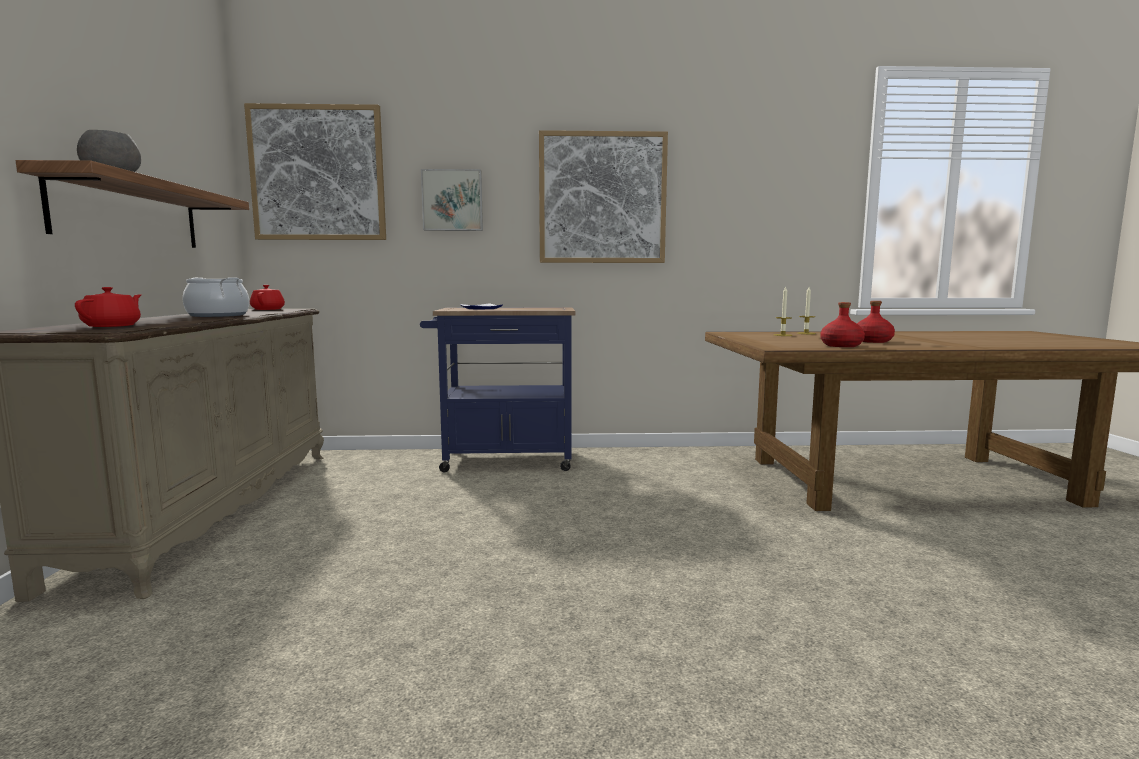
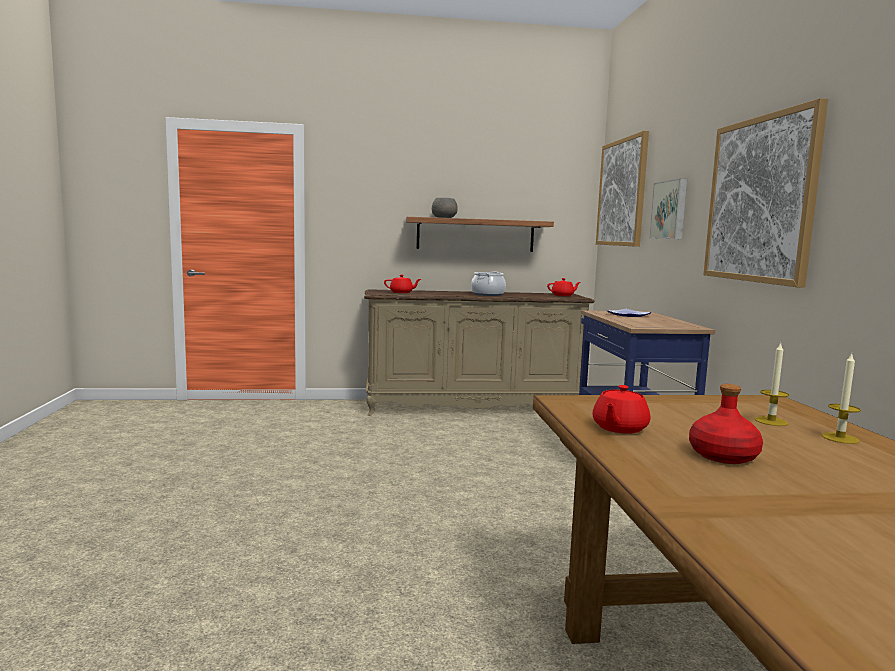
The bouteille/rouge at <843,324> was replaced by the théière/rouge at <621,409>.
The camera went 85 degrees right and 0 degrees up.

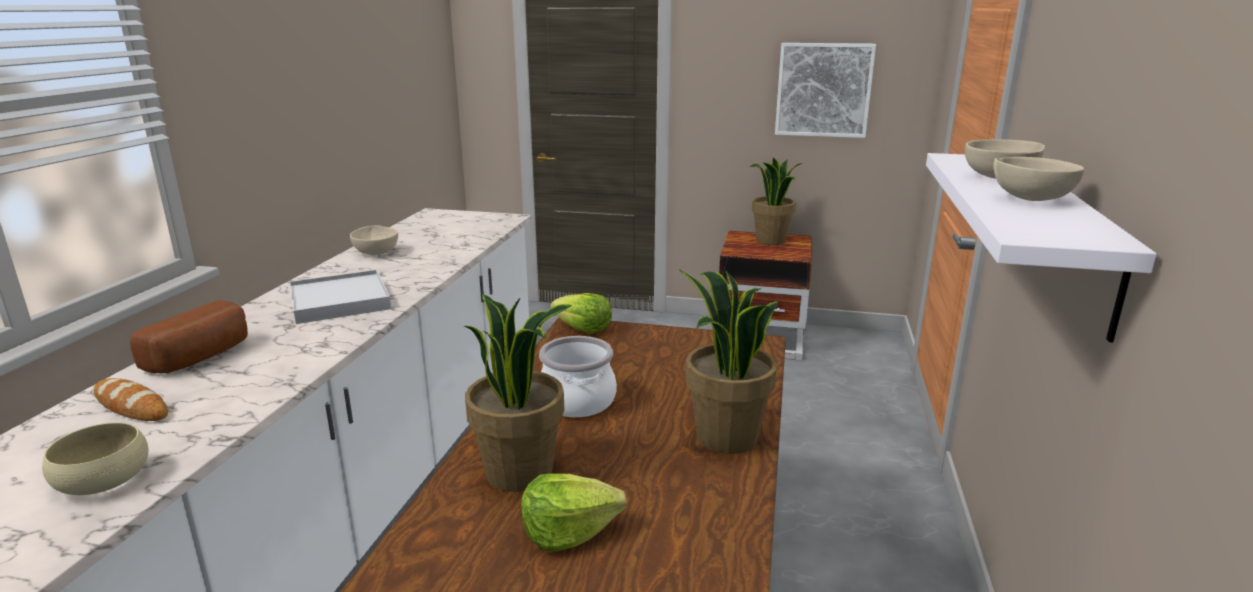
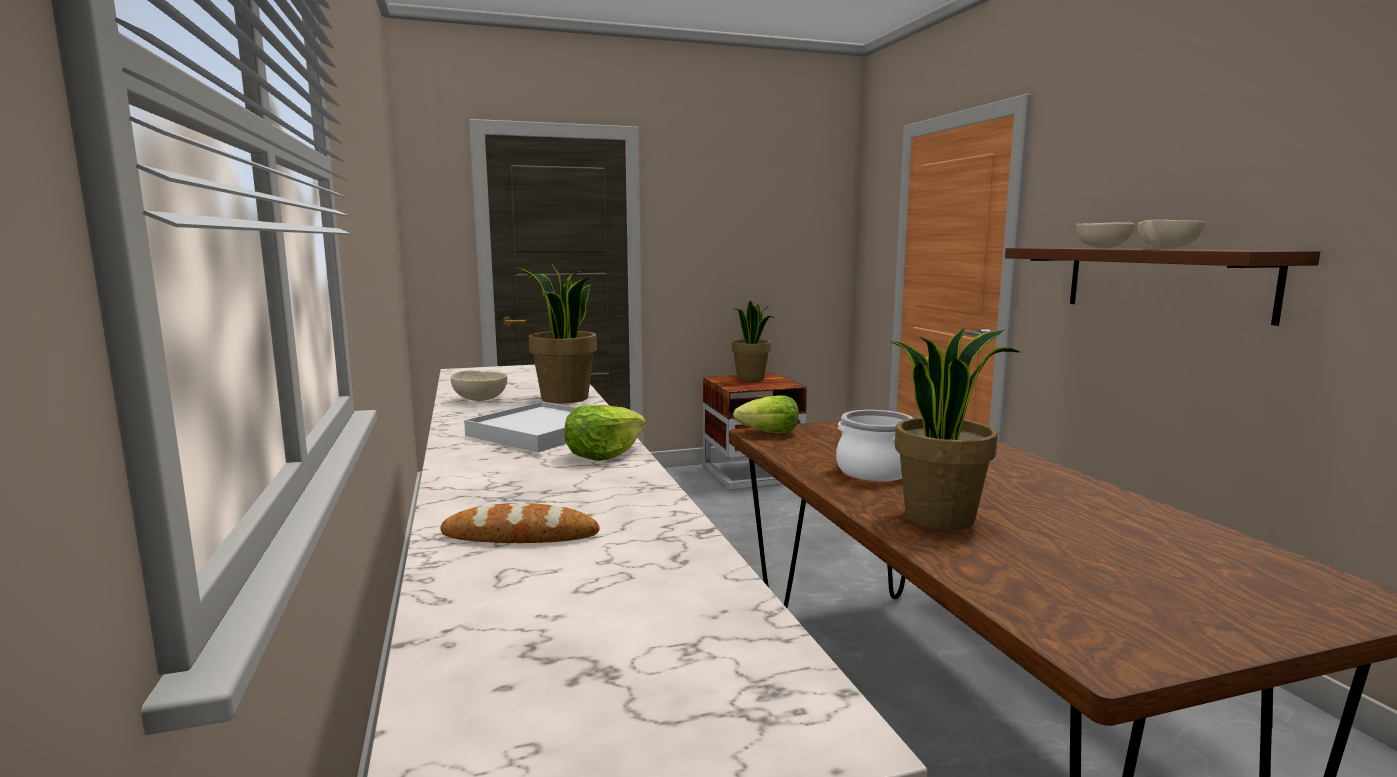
The plante en pot moved from <728,361> to <556,334>.
The laitue moved from <574,512> to <605,433>.
The étagère/blanc at <1041,248> became the étagère/marron at <1162,287>.
The bol/beige at <95,458> disappeared.
The pain at <189,337> disappeared.
The tableau at <825,90> disappeared.
The camera went 30 degrees left and 10 degrees down.

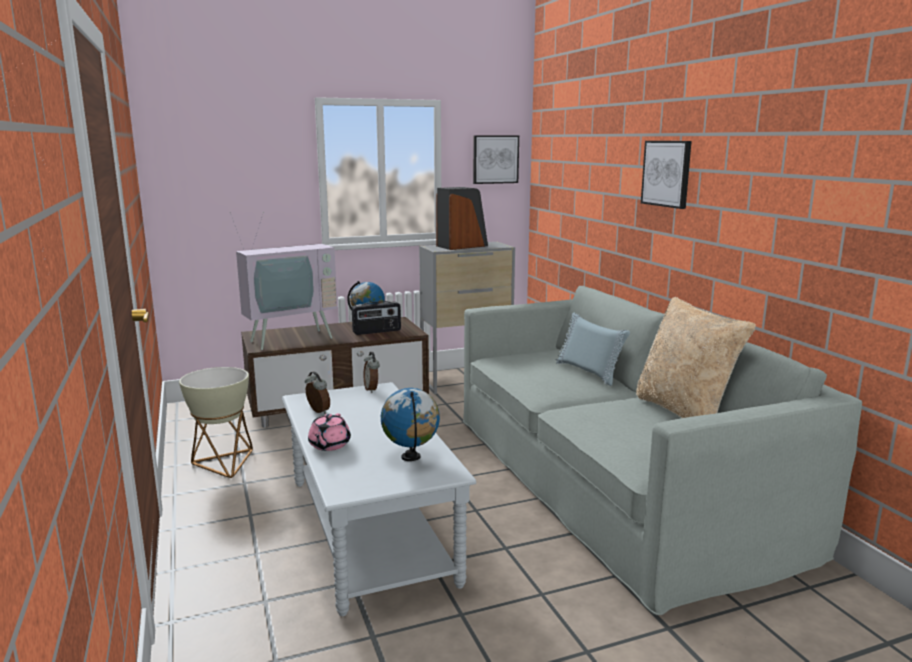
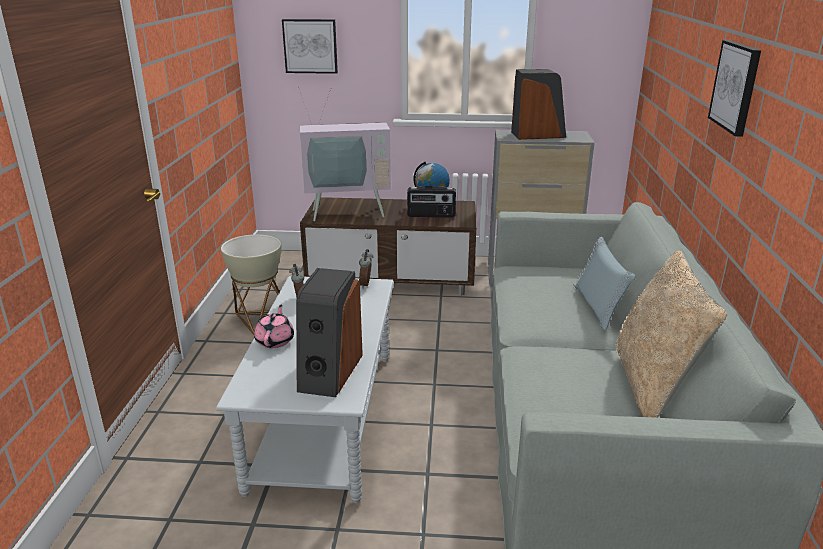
The théière/rose at <329,432> turned 150 degrees clockwise.
The tableau moved from <496,159> to <310,46>.
The globe at <410,424> was replaced by the enceinte at <329,332>.
The camera went 25 degrees right and 10 degrees up.

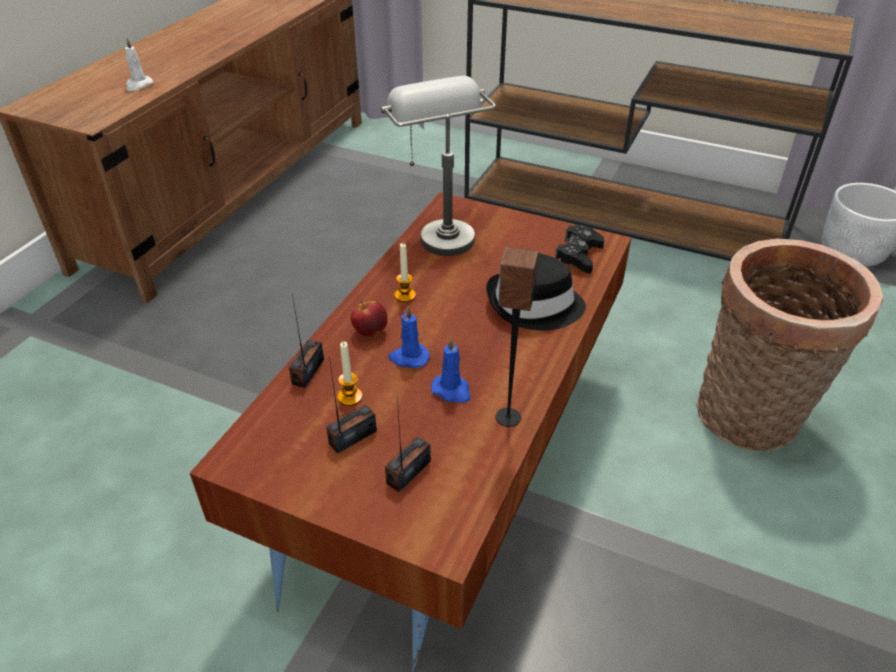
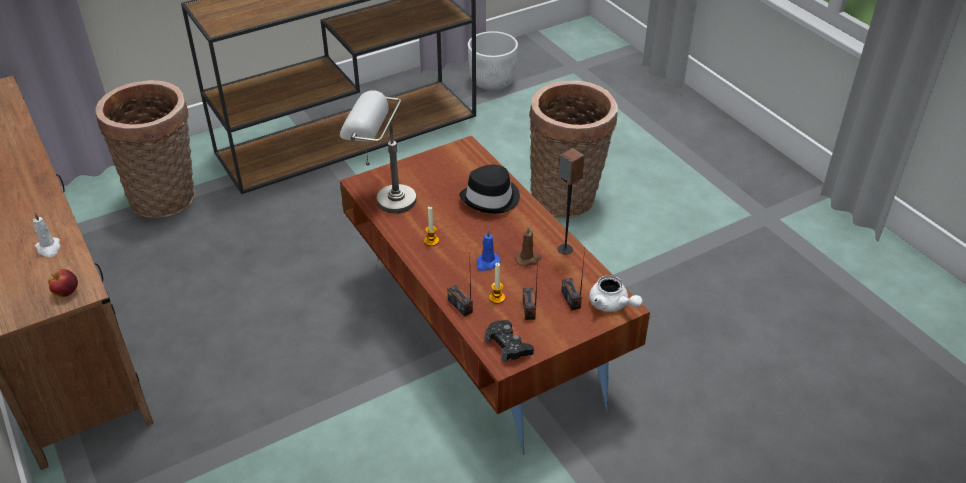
The pomme moved from <368,318> to <63,283>.
The panier at <145,149> appeared.
The manette/noir moved from <579,249> to <509,341>.
The bougie/bleu at <451,370> became the bougie/marron at <528,246>.
The théière/blanc at <616,293> appeared.
The camera went 55 degrees left and 0 degrees up.

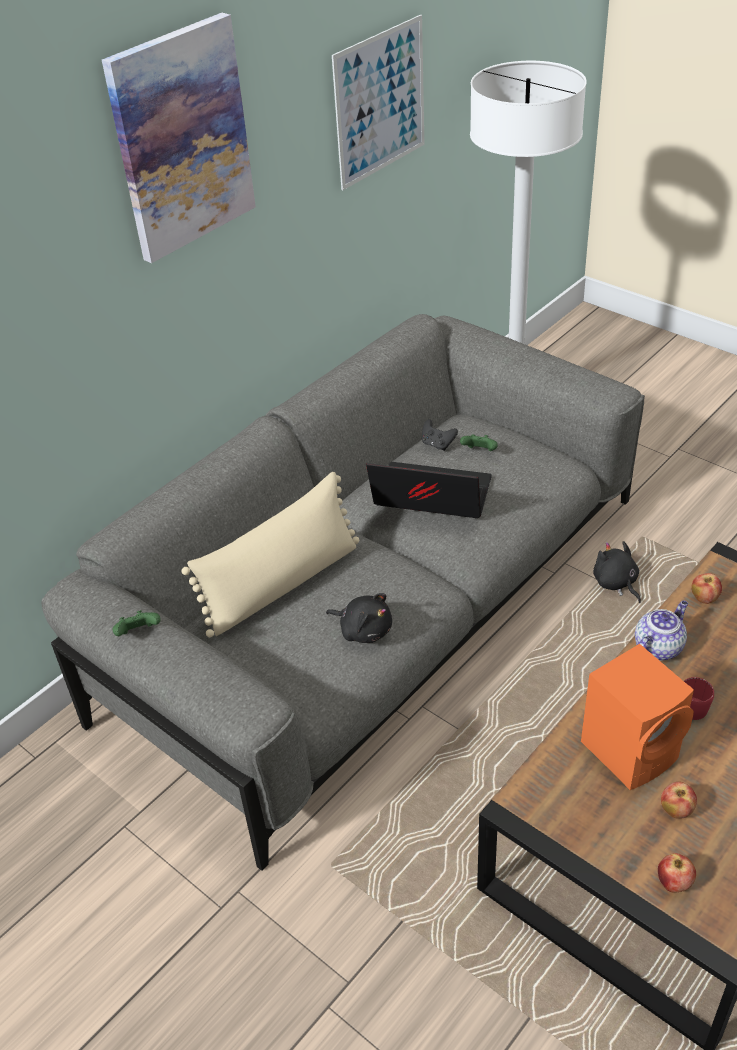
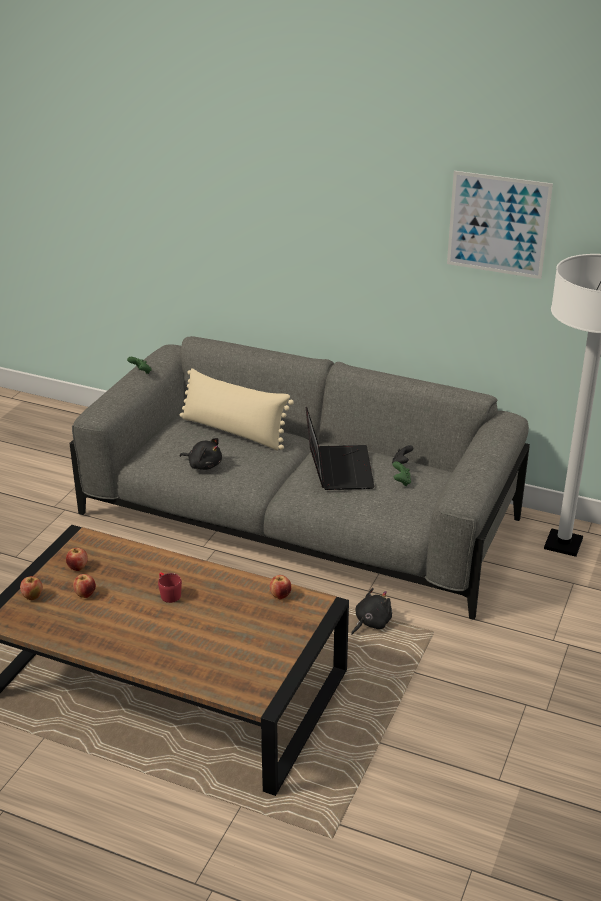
The pomme at <77,559> appeared.
The peluche/noir at <359,618> turned 75 degrees counterclockwise.
The tableau at <179,138> disappeared.
The enceinte/orange at <637,717> disappeared.
The théière at <661,631> disappeared.
The camera went 70 degrees right and 10 degrees down.

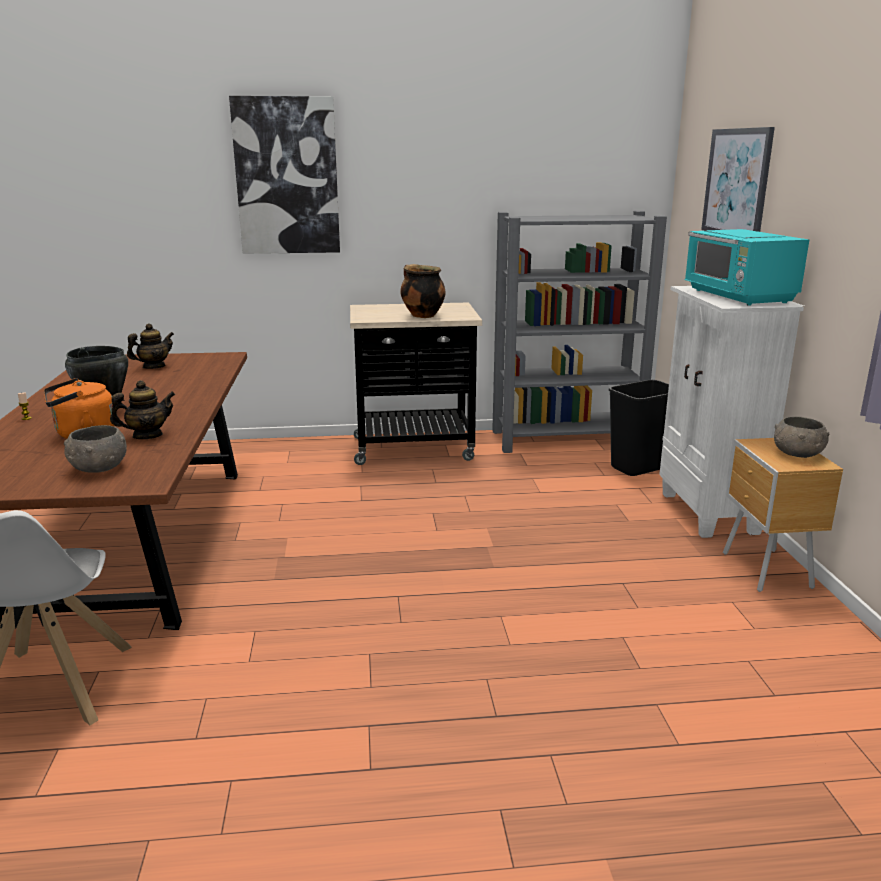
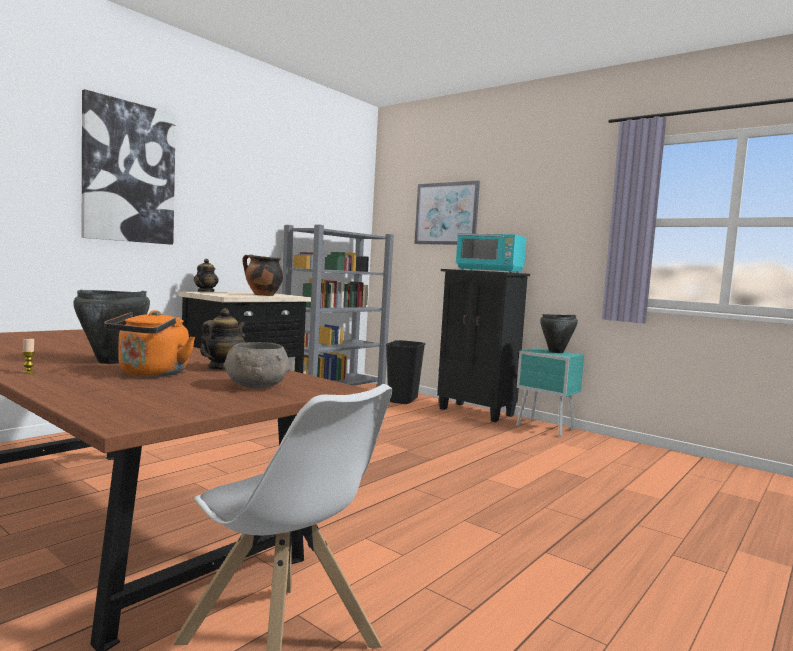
The théière moved from <150,346> to <206,275>.
The meuble de rangement/blanc at <731,412> became the meuble de rangement/noir at <483,345>.
The table de chevet/marron at <783,515> became the table de chevet/turquoise at <550,392>.
The bol/gris at <802,437> was replaced by the marmite/noir at <559,333>.
The camera went 45 degrees left and 15 degrees down.

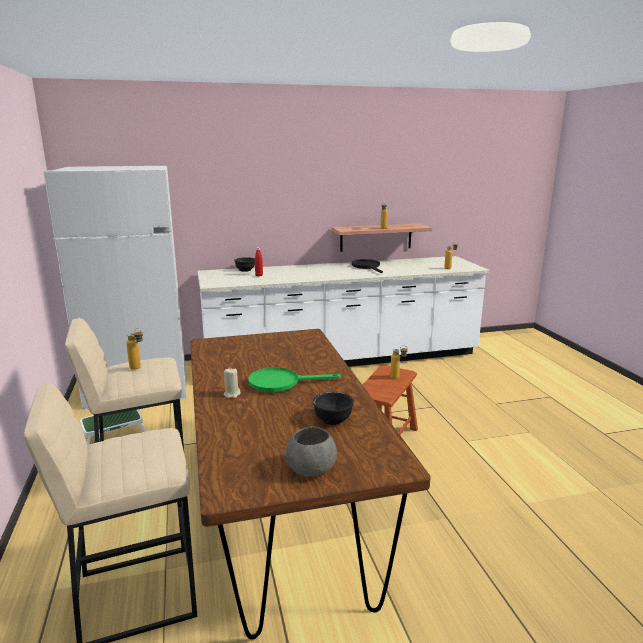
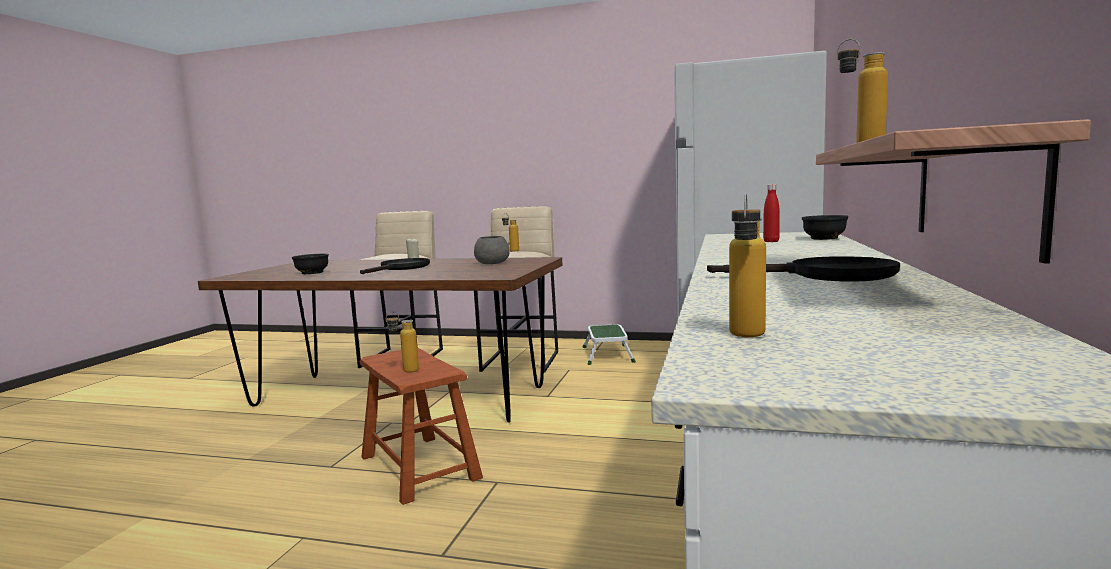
The poêle/vert at <294,380> became the poêle/noir at <395,266>.
The bol/gris moved from <311,452> to <492,250>.
The camera went 120 degrees right and 10 degrees down.

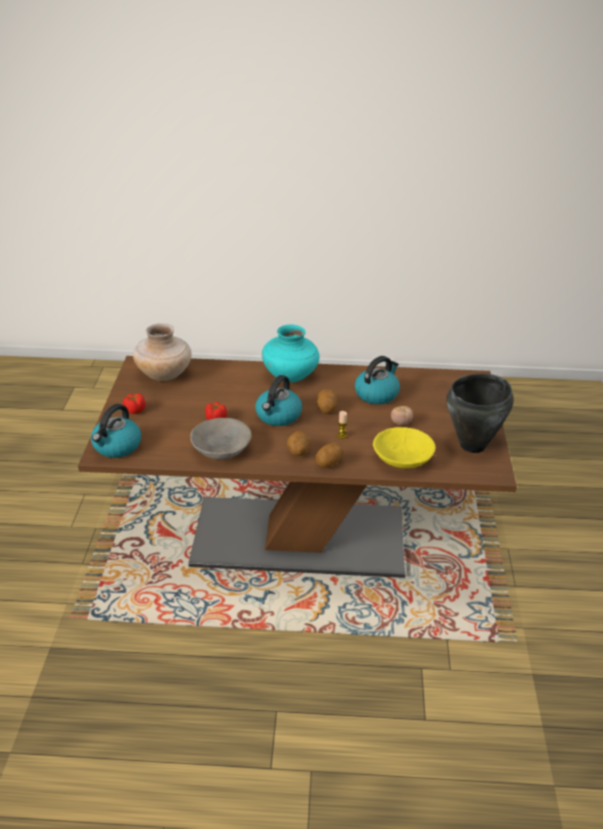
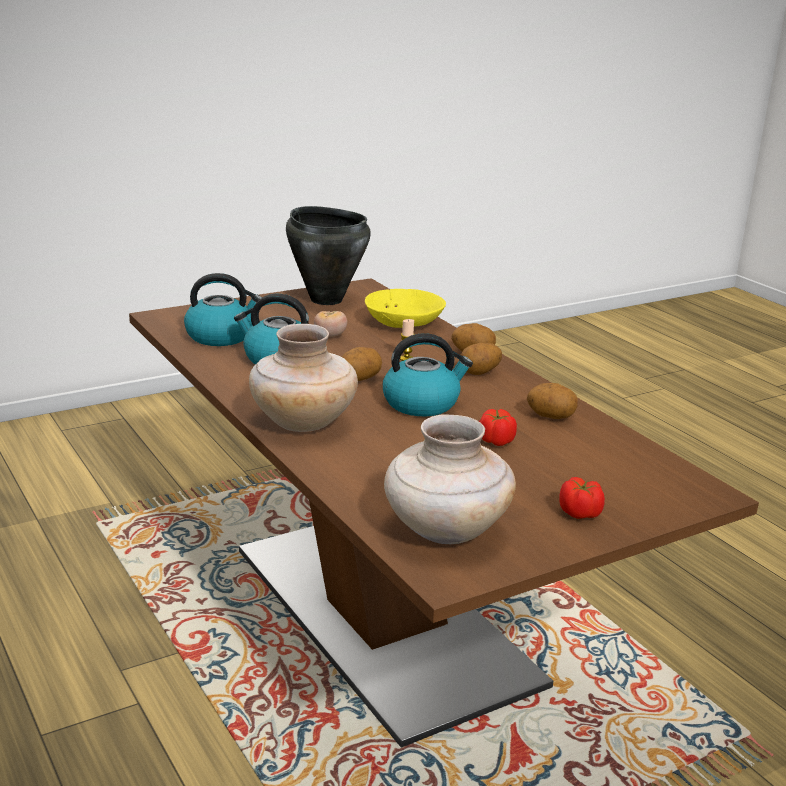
The bouilloire moved from <116,431> to <223,309>.
The vase/turquoise at <290,353> became the vase/beige at <303,378>.
The bol/gris at <220,438> was replaced by the pomme de terre at <552,401>.
The camera went 125 degrees left and 10 degrees down.

